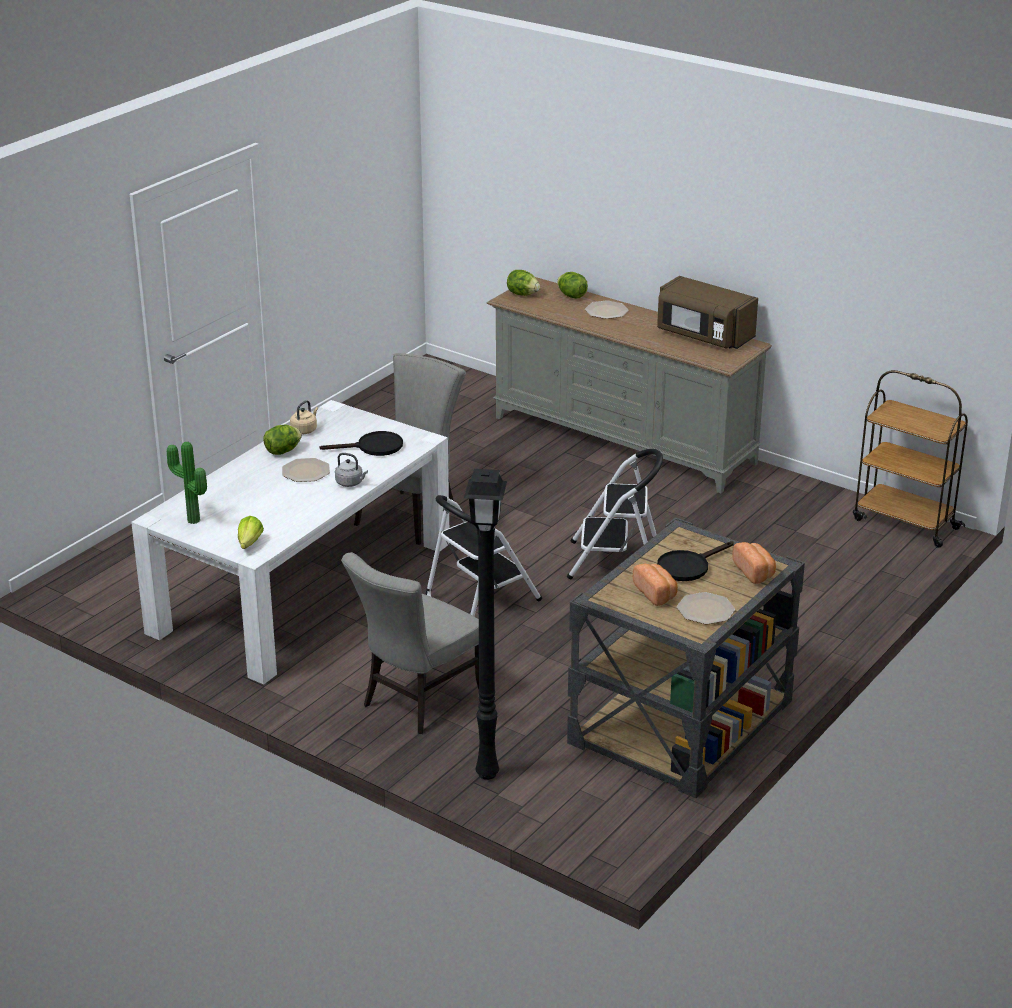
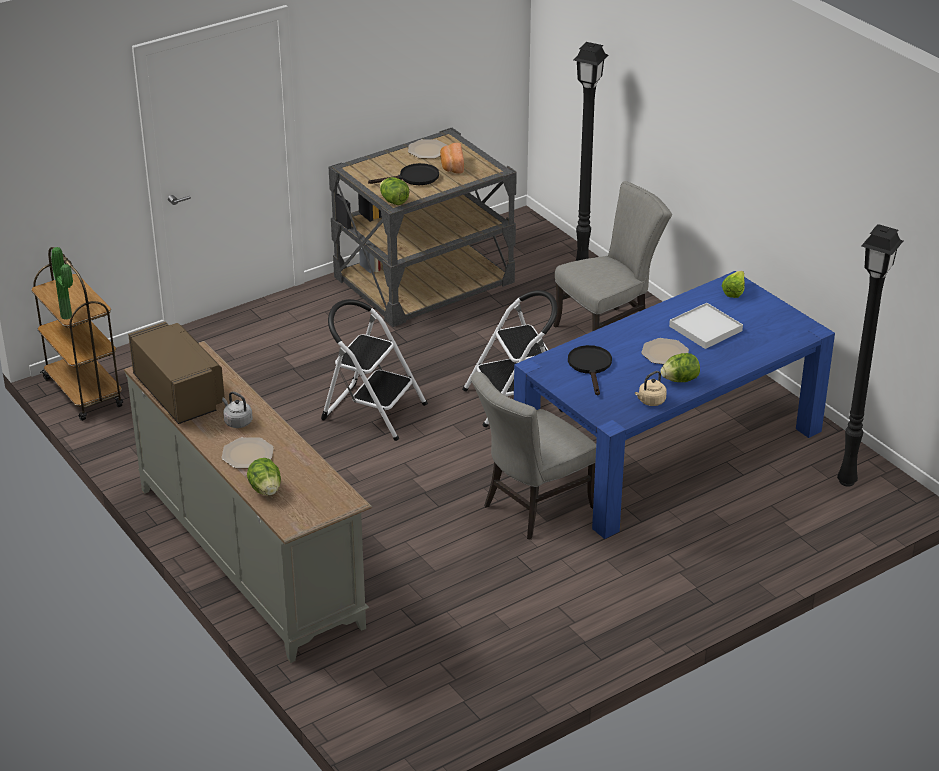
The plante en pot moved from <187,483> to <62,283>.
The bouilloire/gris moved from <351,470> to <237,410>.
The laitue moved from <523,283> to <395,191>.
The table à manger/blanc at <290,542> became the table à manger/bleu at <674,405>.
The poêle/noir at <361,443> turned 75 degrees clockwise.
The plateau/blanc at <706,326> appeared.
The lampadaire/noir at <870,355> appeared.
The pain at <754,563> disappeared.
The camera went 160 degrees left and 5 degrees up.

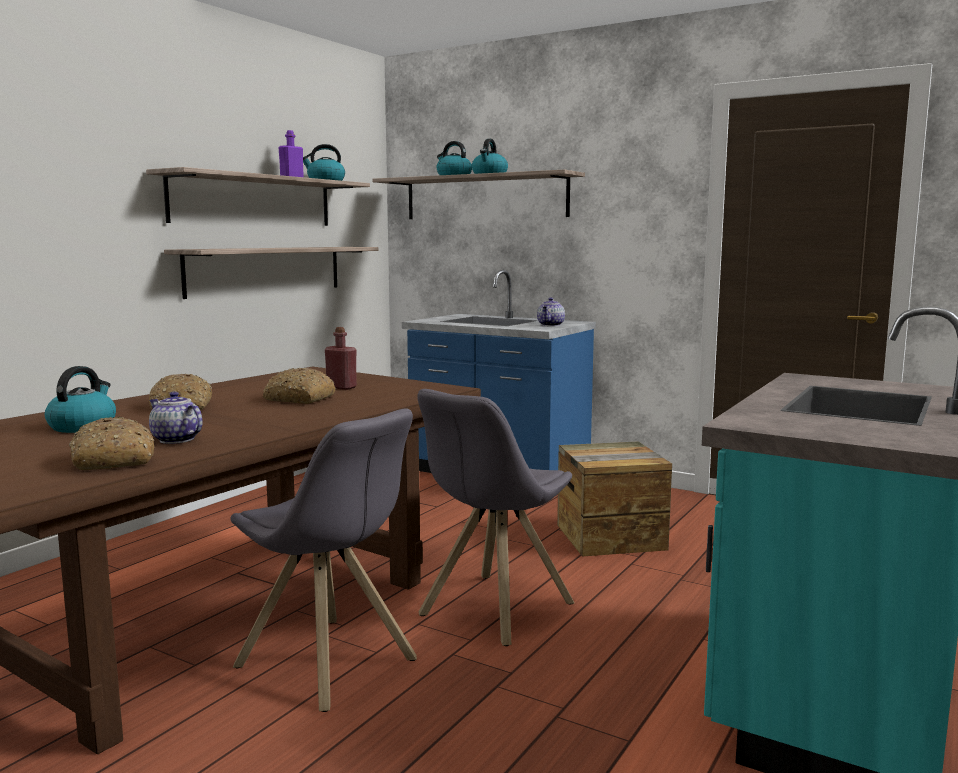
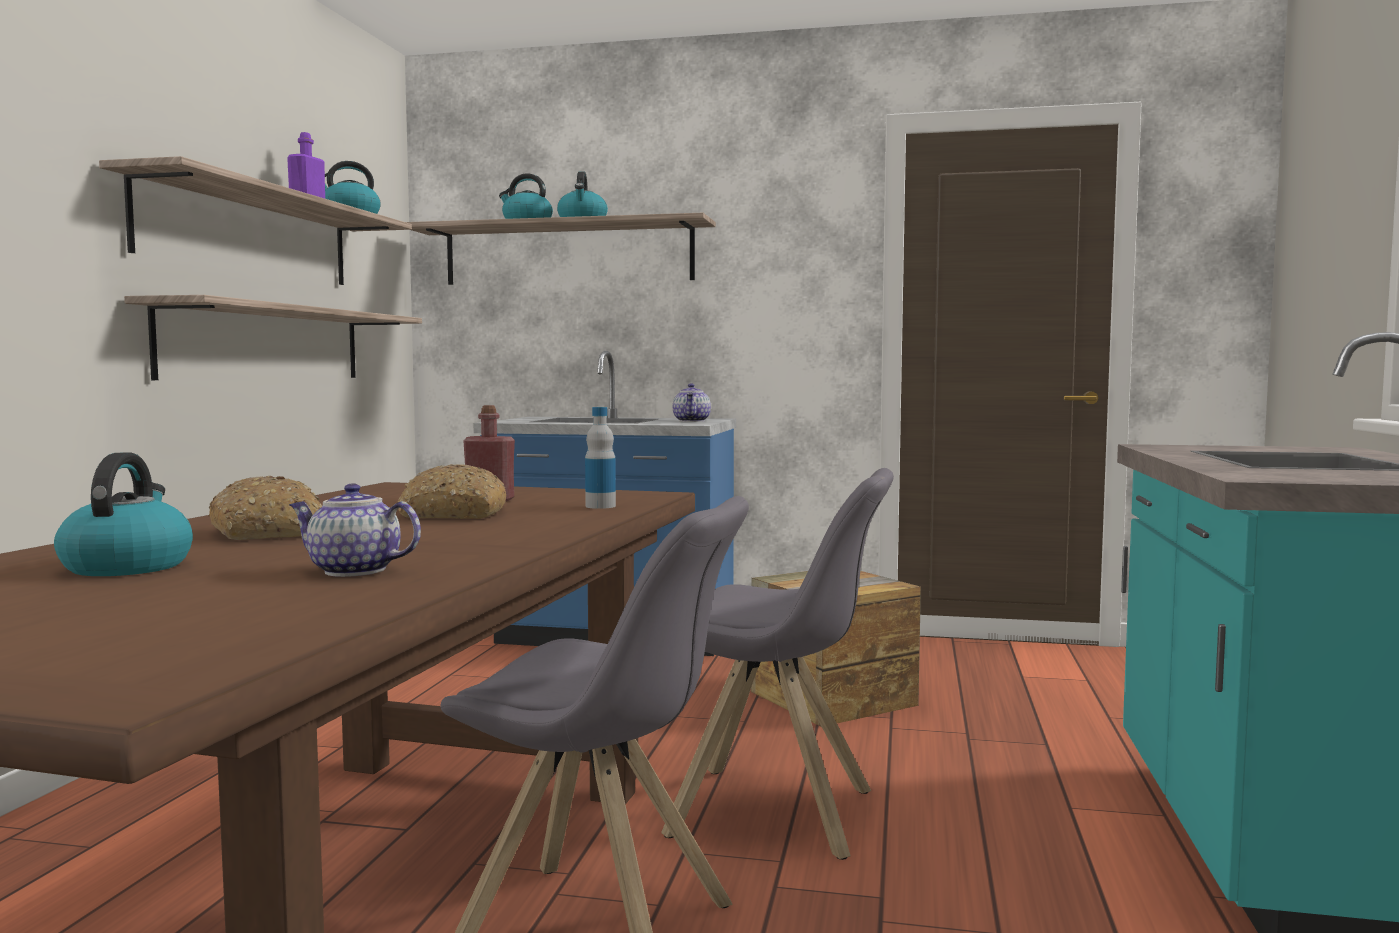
The bouteille at <600,458> appeared.
The chaise/gris at <496,517> turned 90 degrees counterclockwise.
The pain at <112,443> disappeared.
The camera went 20 degrees left and 5 degrees down.

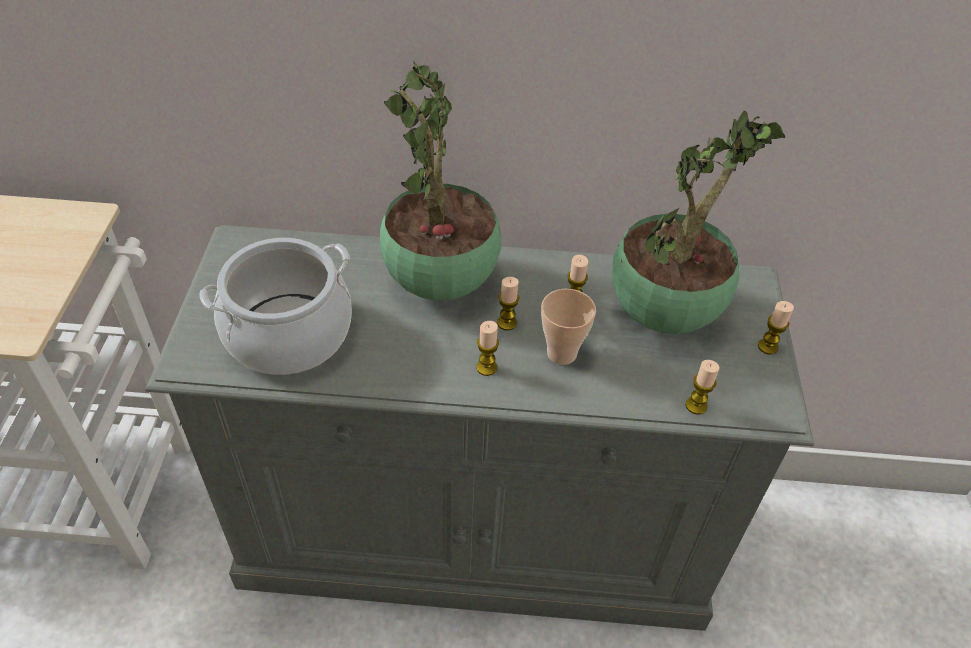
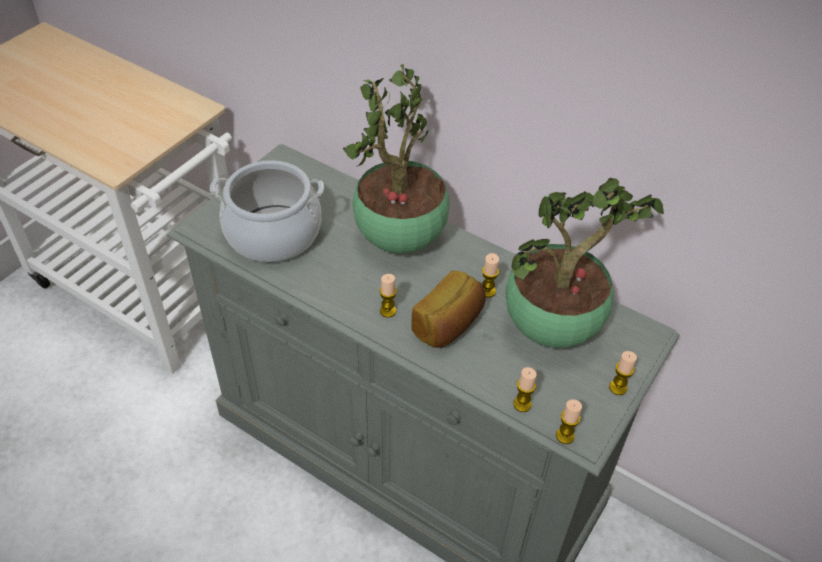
The tasse at <568,327> was replaced by the pain at <448,309>.
The bougie moved from <508,303> to <569,421>.
The camera went 30 degrees right and 0 degrees up.

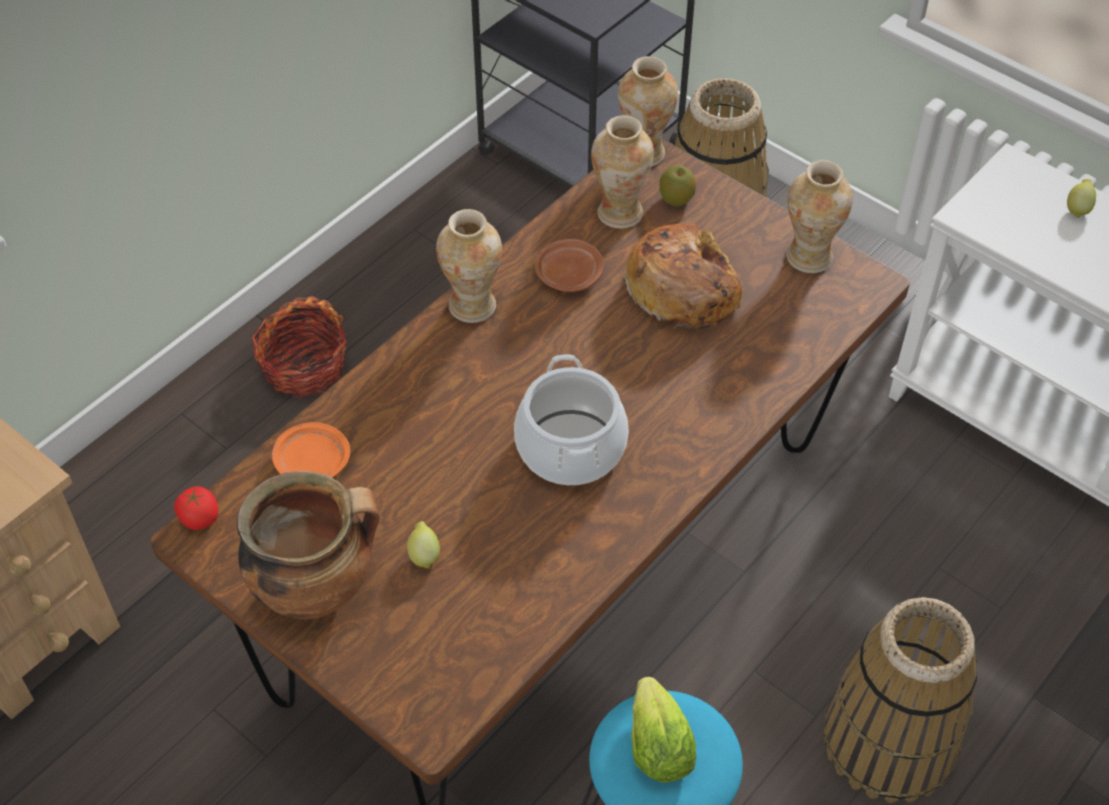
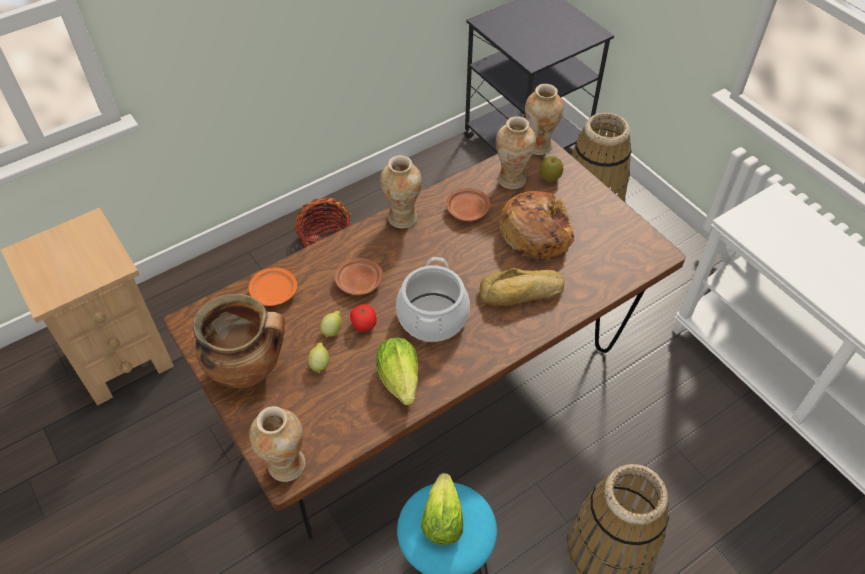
The vase moved from <819,216> to <277,444>.
The citron moved from <1081,198> to <331,324>.
The assiette/marron at <358,276> appeared.
The tomate moved from <196,508> to <363,317>.
The laitue at <397,371> appeared.
The pain at <522,287> appeared.
The camera went 15 degrees right and 0 degrees up.

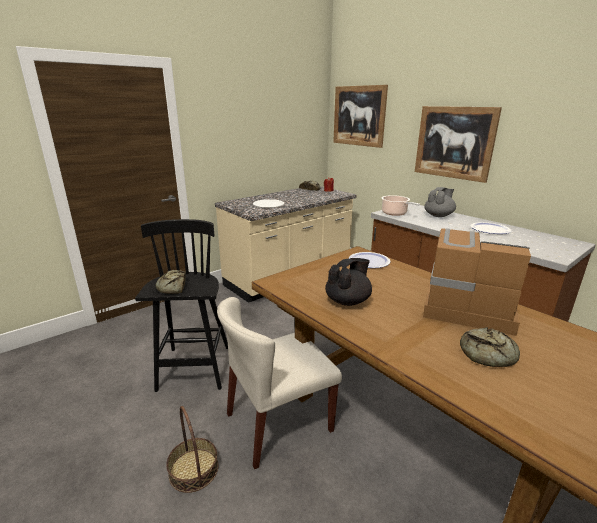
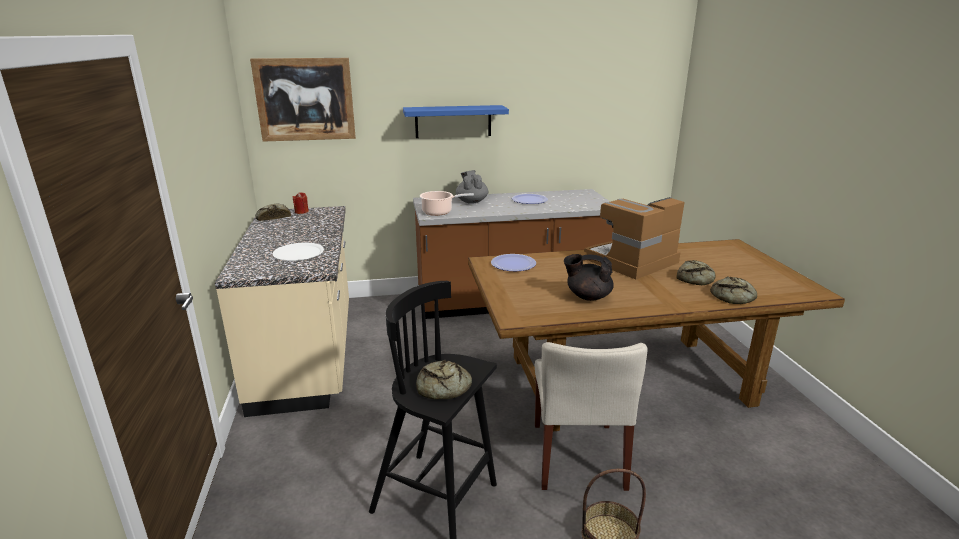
The tableau at <458,144> was replaced by the étagère/bleu at <456,121>.
The théière/noir at <348,282> turned 60 degrees counterclockwise.
The pain at <733,290> appeared.
The camera went 60 degrees left and 0 degrees up.

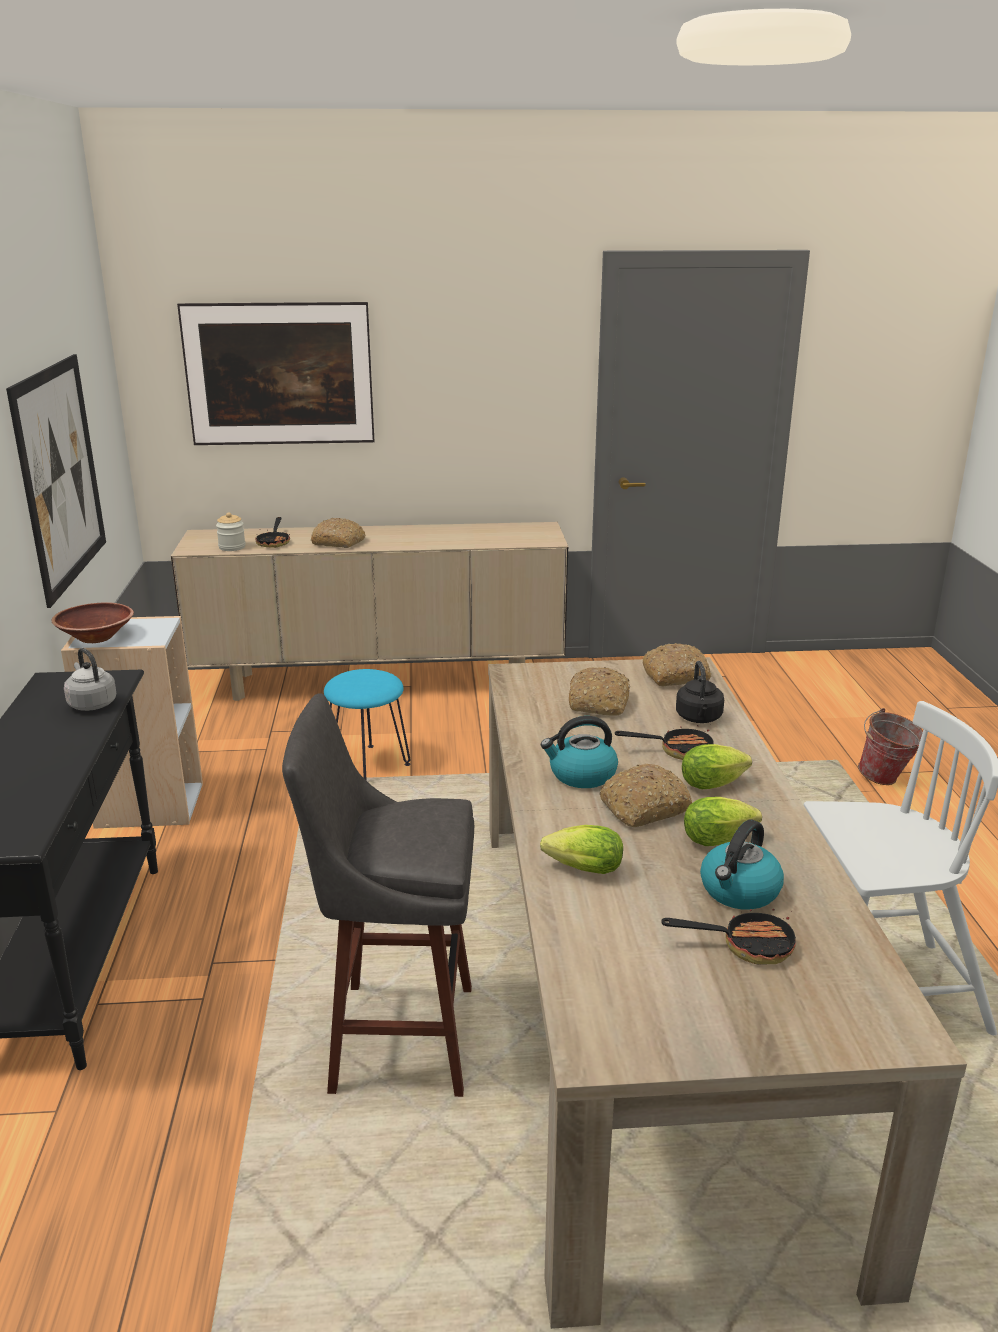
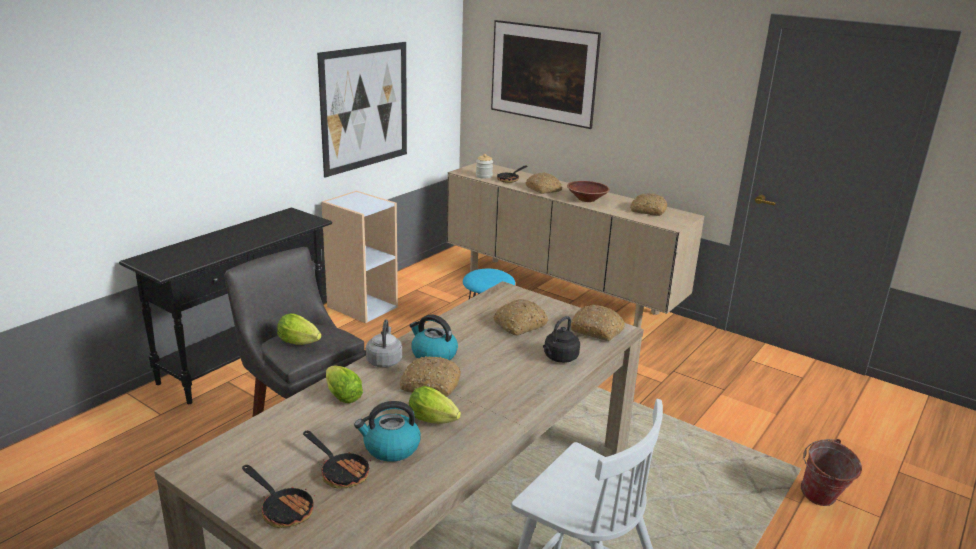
The poêle moved from <664,742> to <278,496>.
The laitue moved from <717,766> to <299,329>.
The bouilloire/gris moved from <90,679> to <384,343>.
The bol/marron moved from <93,622> to <588,191>.
The pain at <648,204> appeared.
The camera went 40 degrees right and 0 degrees up.

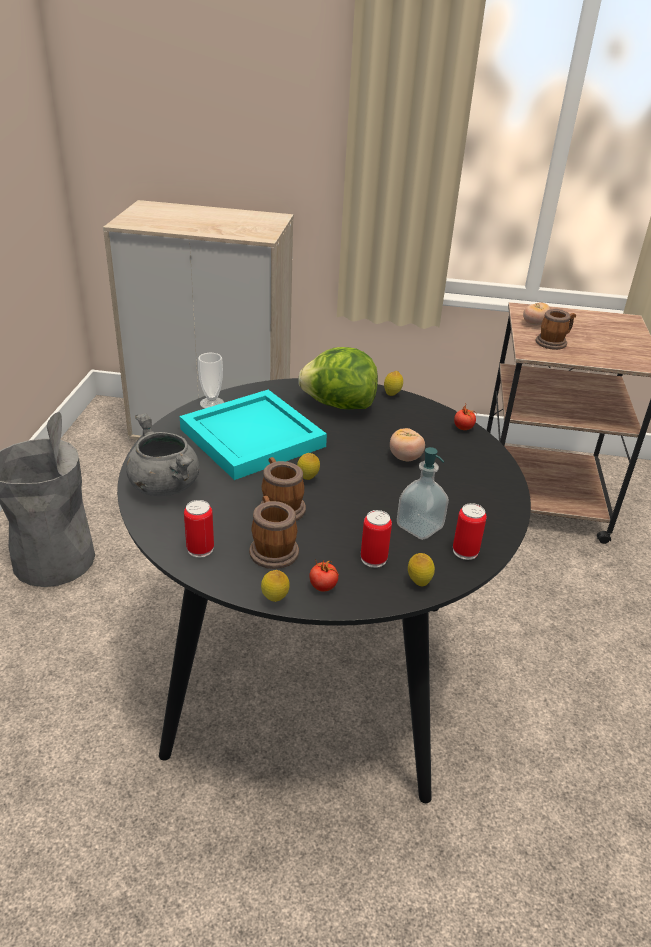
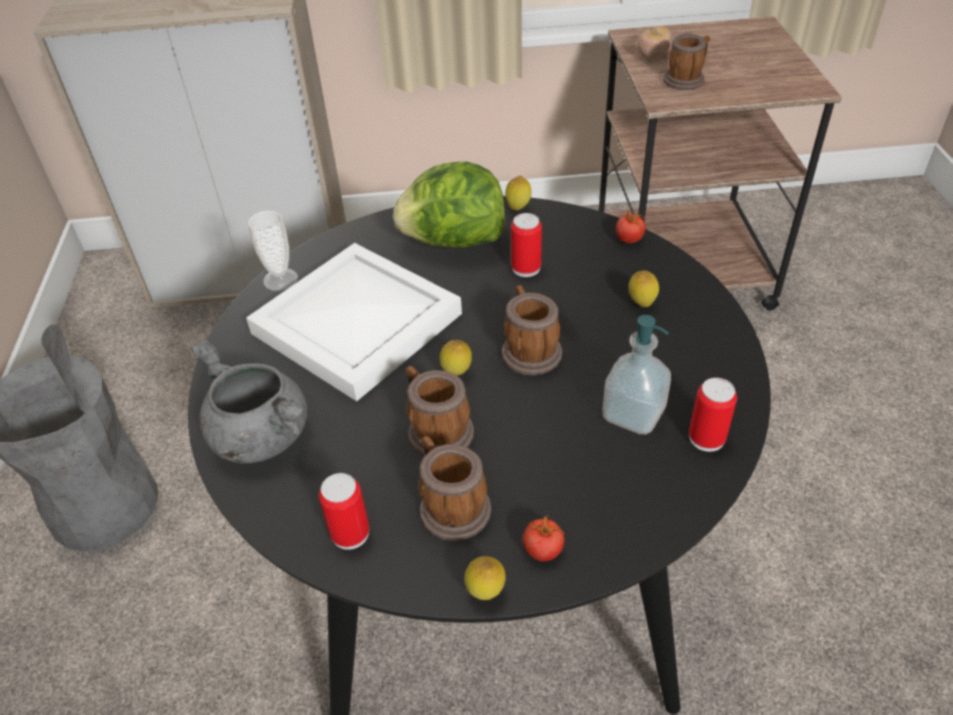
The plateau/turquoise at <253,435> became the plateau/blanc at <354,322>.
The mug at <532,330> appeared.
The boîte métallique moved from <376,539> to <526,245>.
The citron moved from <421,569> to <644,289>.
The tomate at <407,444> disappeared.
The camera went 10 degrees left and 10 degrees up.

